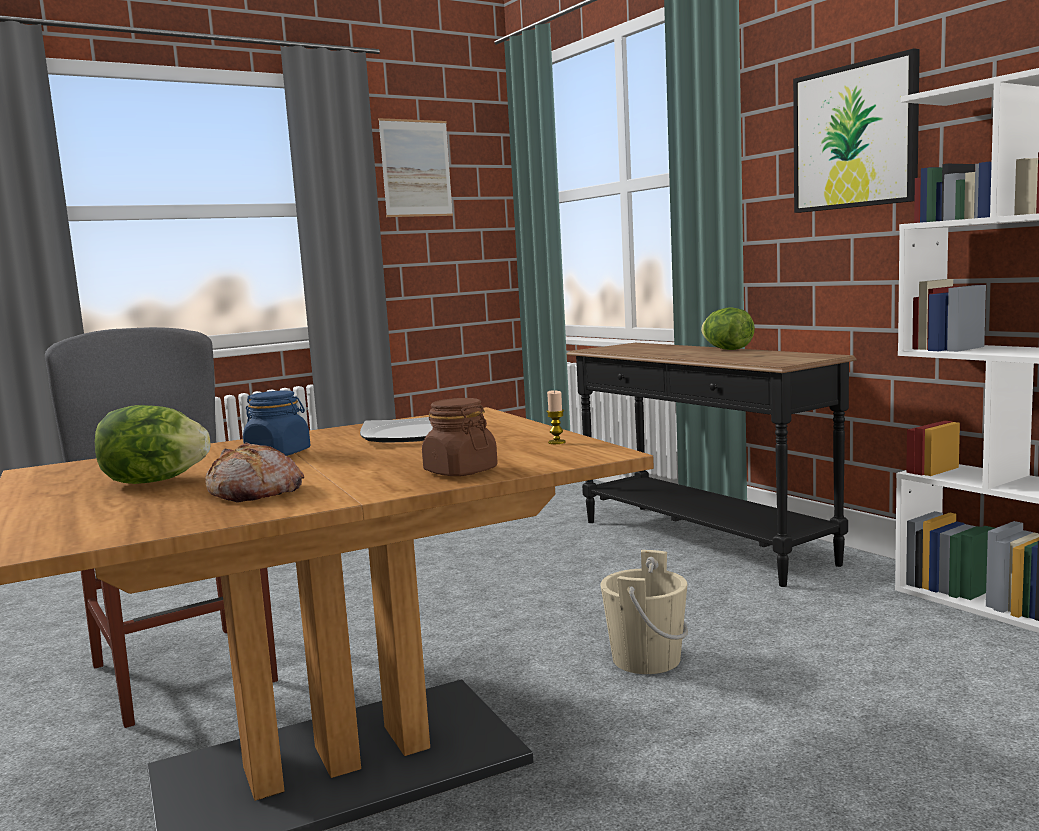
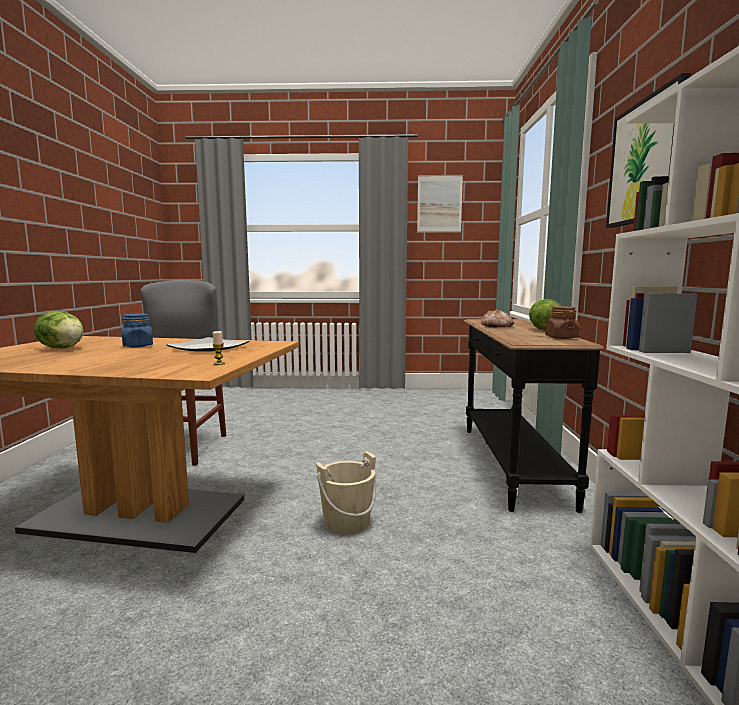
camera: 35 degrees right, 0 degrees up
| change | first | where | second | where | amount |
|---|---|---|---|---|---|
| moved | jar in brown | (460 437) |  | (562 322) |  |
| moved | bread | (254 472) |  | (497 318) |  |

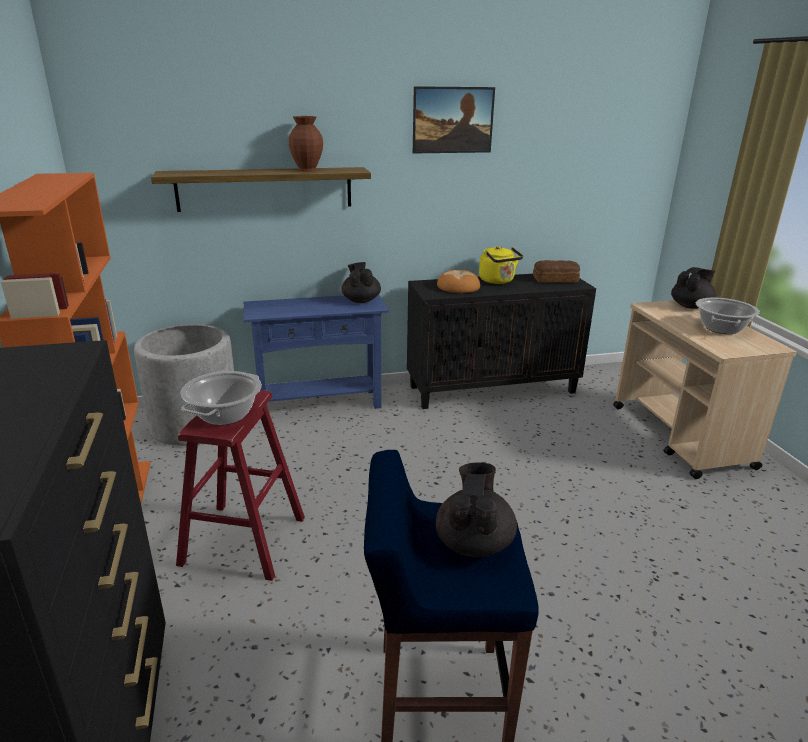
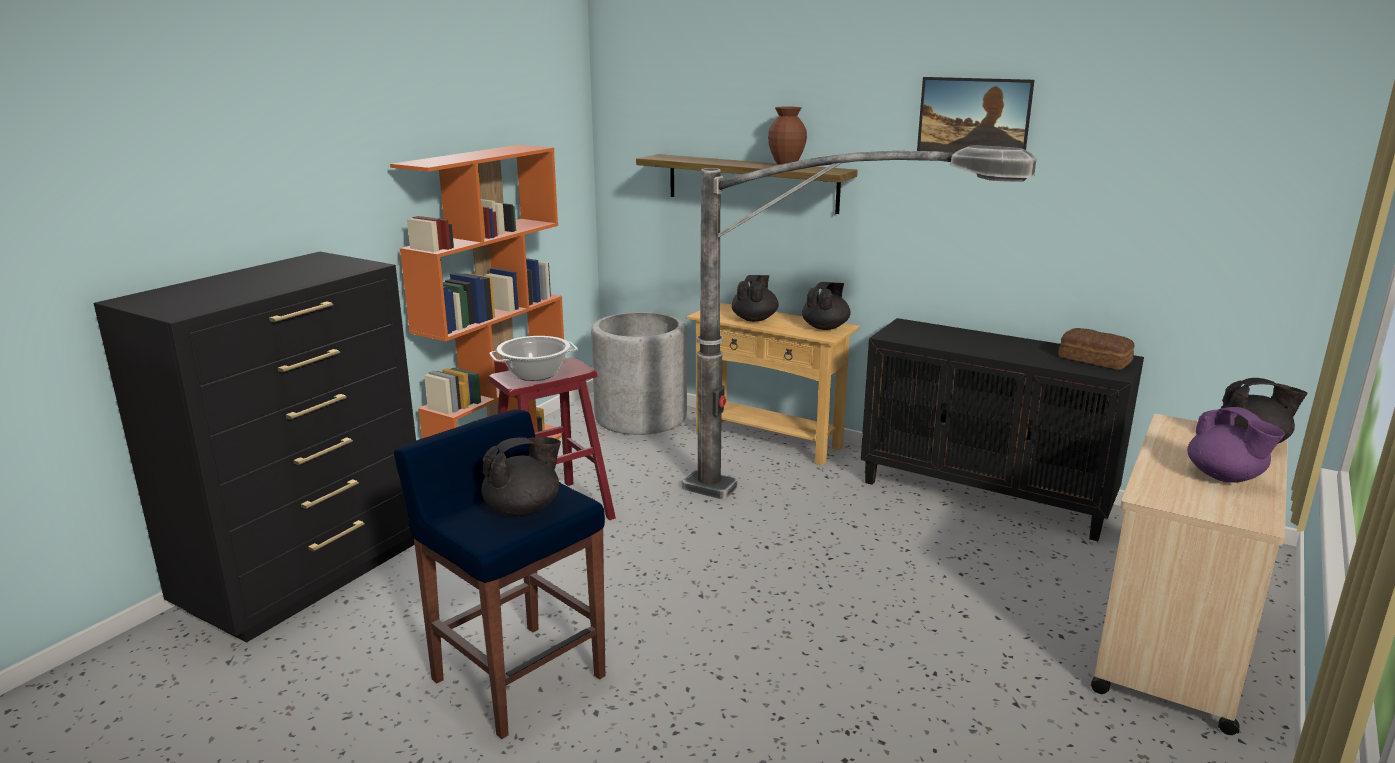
camera: 45 degrees right, 5 degrees down
| change | first | where | second | where | amount |
|---|---|---|---|---|---|
| removed | kettle in yellow | (501 265) |  |  |  |
| removed | bread | (458 281) |  |  |  |
| recoloured | console table in blue | (316 351) | console table in beige | (773 384) |  |
| replaced | cooking pot | (728 316) | teapot in purple | (1236 445) |  |
| added |  |  | floor lamp | (859 322) |  |
| added |  |  | teapot in black | (755 298) |  |

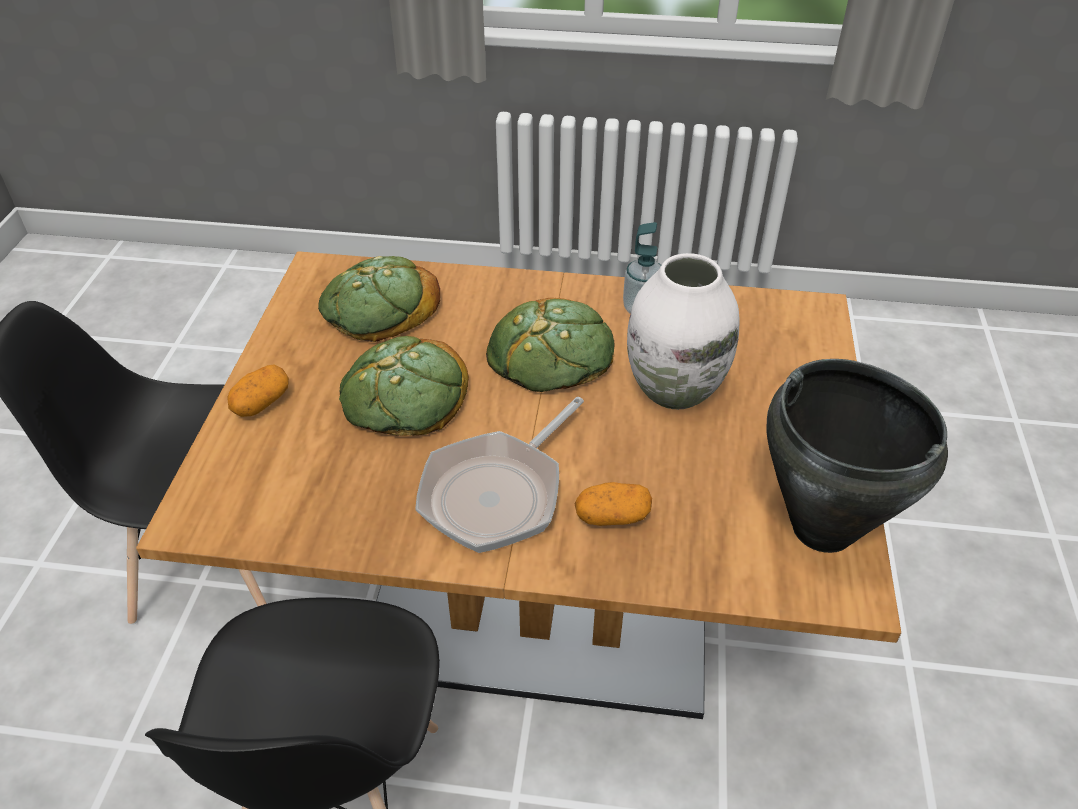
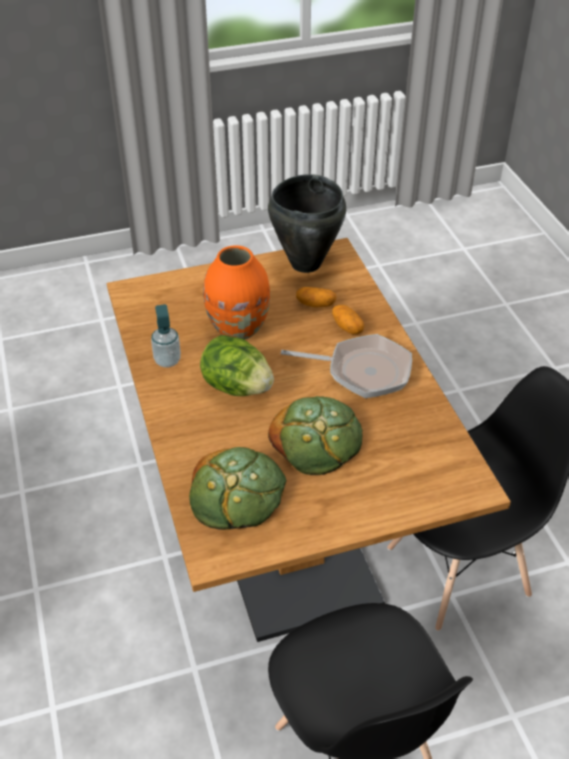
camera: 115 degrees left, 0 degrees up
| change | first | where | second | where | amount |
|---|---|---|---|---|---|
| recoloured | vase in white | (683 331) | vase in orange | (236 292) |  |
| replaced | bread | (550 345) | lettuce | (237 365) |  |
| moved | potato | (258 390) |  | (316 297) |  |

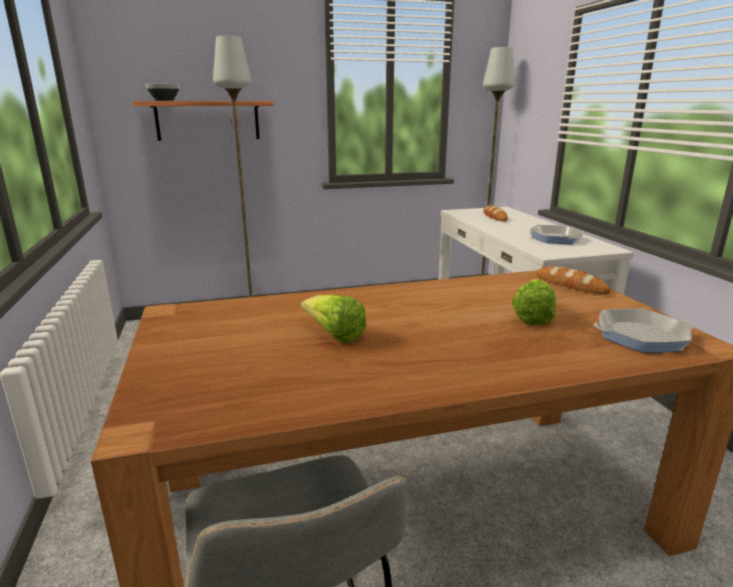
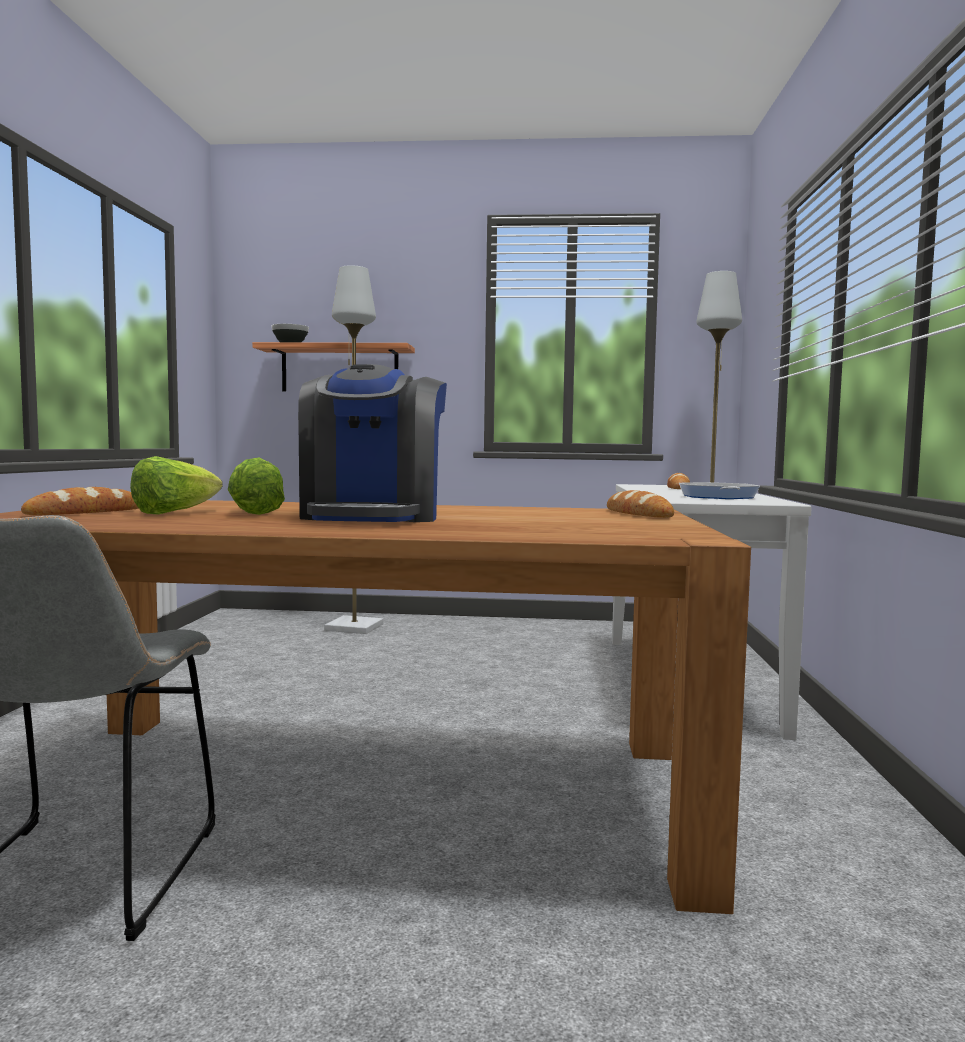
camera: 20 degrees right, 15 degrees down
| change | first | where | second | where | amount |
|---|---|---|---|---|---|
| moved | lettuce | (534 302) |  | (176 485) |  |
| removed | frying pan | (644 330) |  |  |  |
| added |  |  | coffee machine | (372 443) |  |
| added |  |  | bread | (80 501) |  |

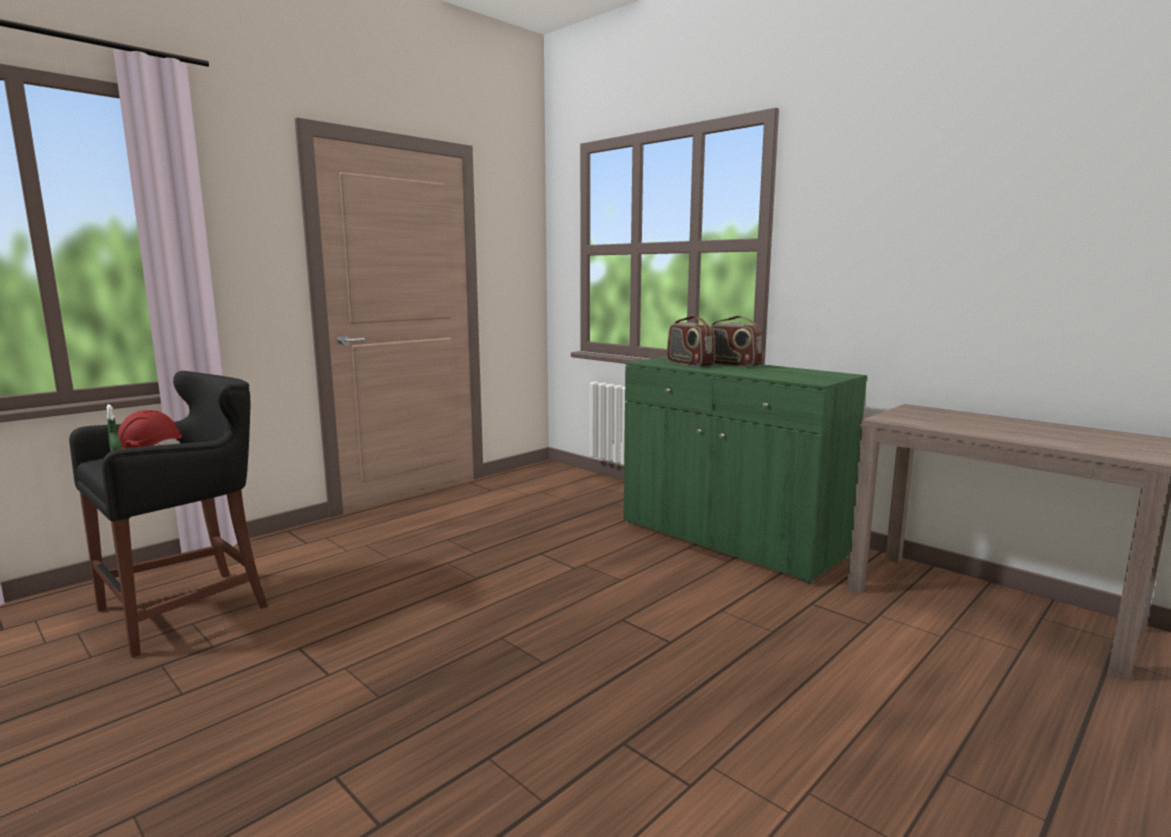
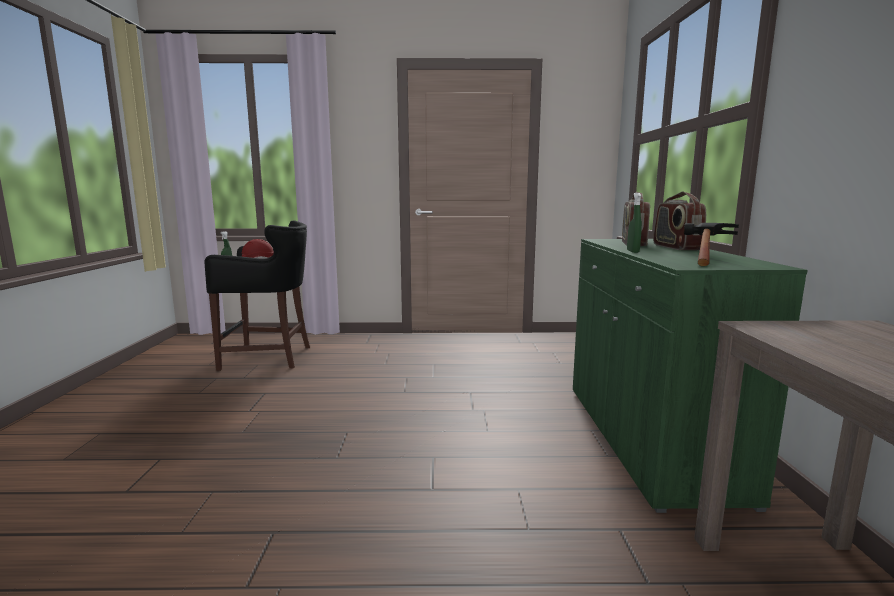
camera: 45 degrees right, 0 degrees up
| change | first | where | second | where | amount |
|---|---|---|---|---|---|
| added |  |  | spray bottle in green | (634 223) |  |
| added |  |  | hammer | (711 244) |  |

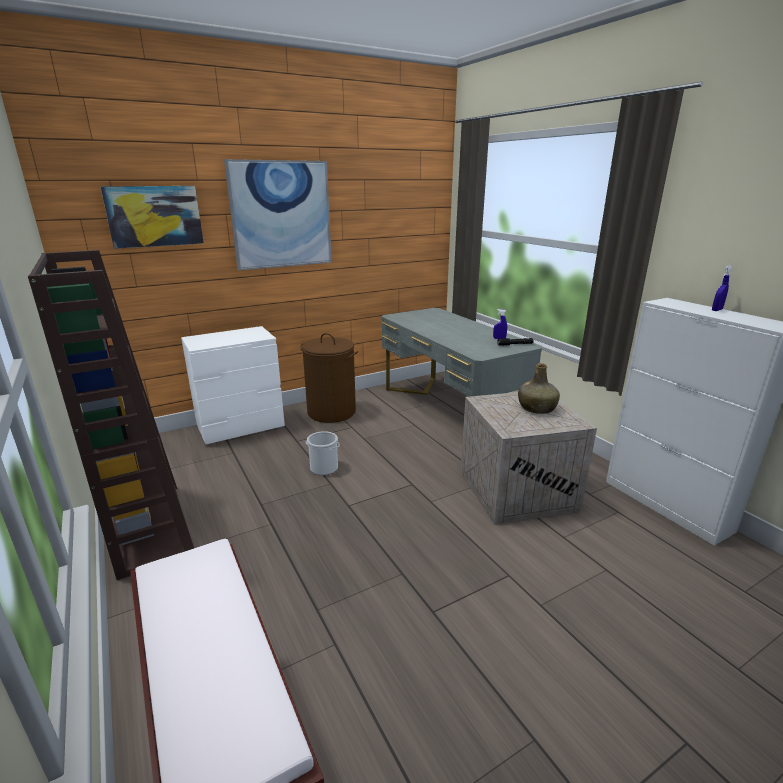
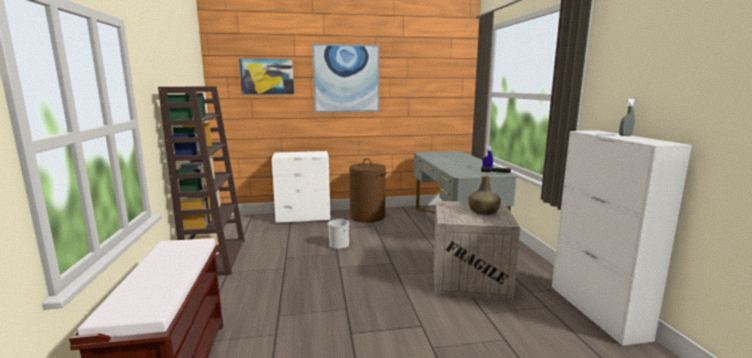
camera: 20 degrees right, 10 degrees down
| change | first | where | second | where | amount |
|---|---|---|---|---|---|
| recoloured | spray bottle in blue | (722 288) | spray bottle in grey | (627 117) |  |

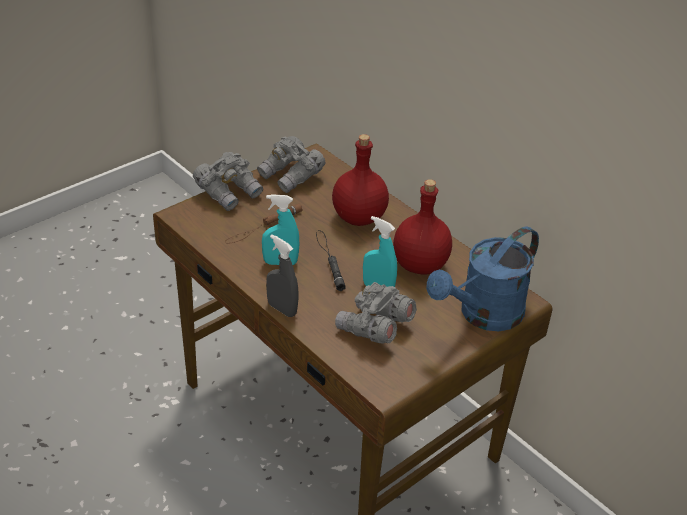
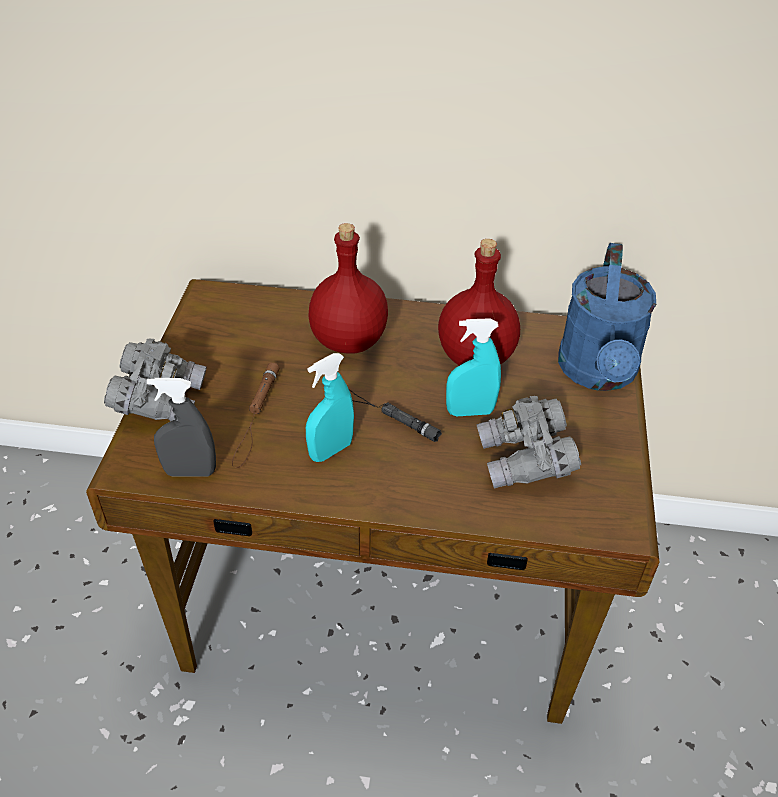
camera: 40 degrees left, 5 degrees up
| change | first | where | second | where | amount |
|---|---|---|---|---|---|
| removed | binoculars in grey | (291 164) |  |  |  |
| moved | spray bottle in grey | (282 276) |  | (181 427) |  |

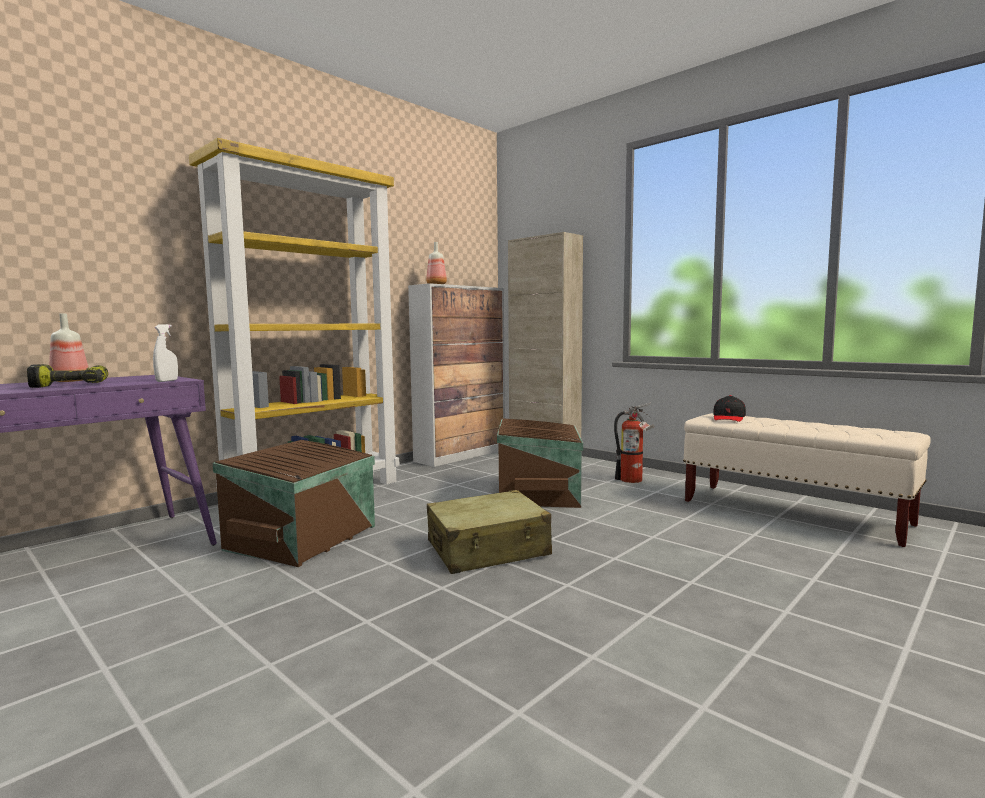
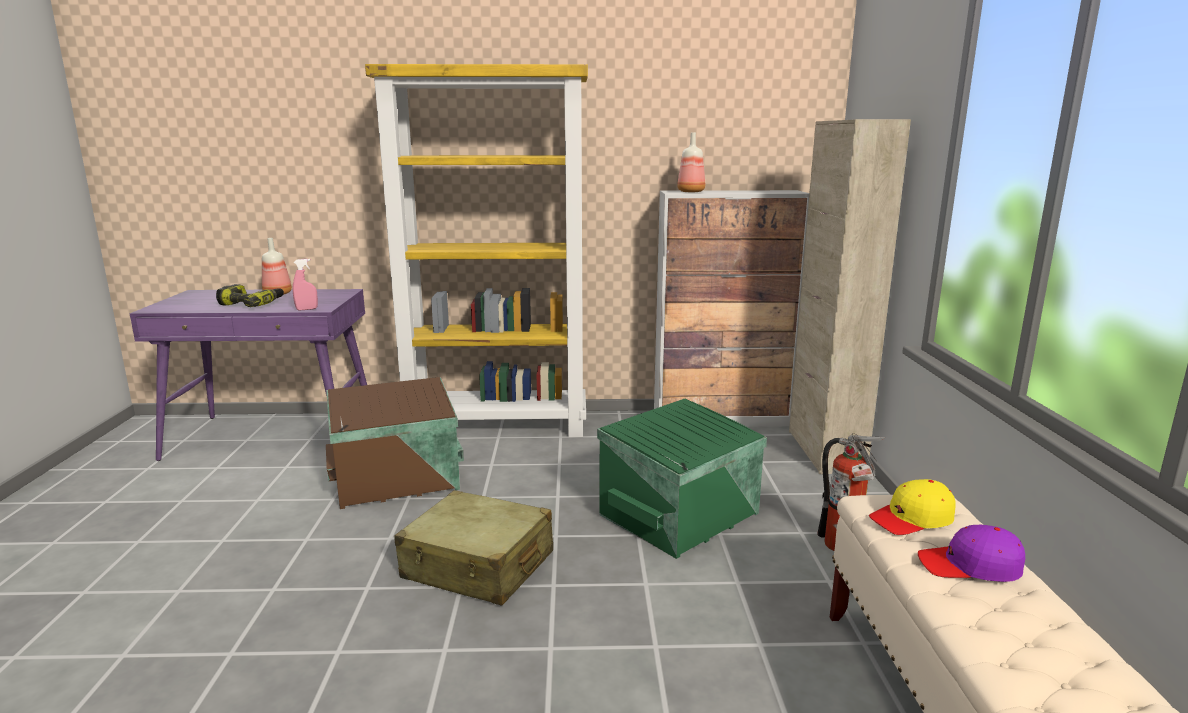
camera: 45 degrees right, 10 degrees up
| change | first | where | second | where | amount |
|---|---|---|---|---|---|
| recoloured | spray bottle in white | (165 353) | spray bottle in pink | (305 285) |  |
| recoloured | cap in black | (729 408) | cap in yellow | (912 507) |  |
| recoloured | storage box in brown | (540 463) | storage box in green | (682 479) |  |
| added |  |  | cap in purple | (971 553) |  |

